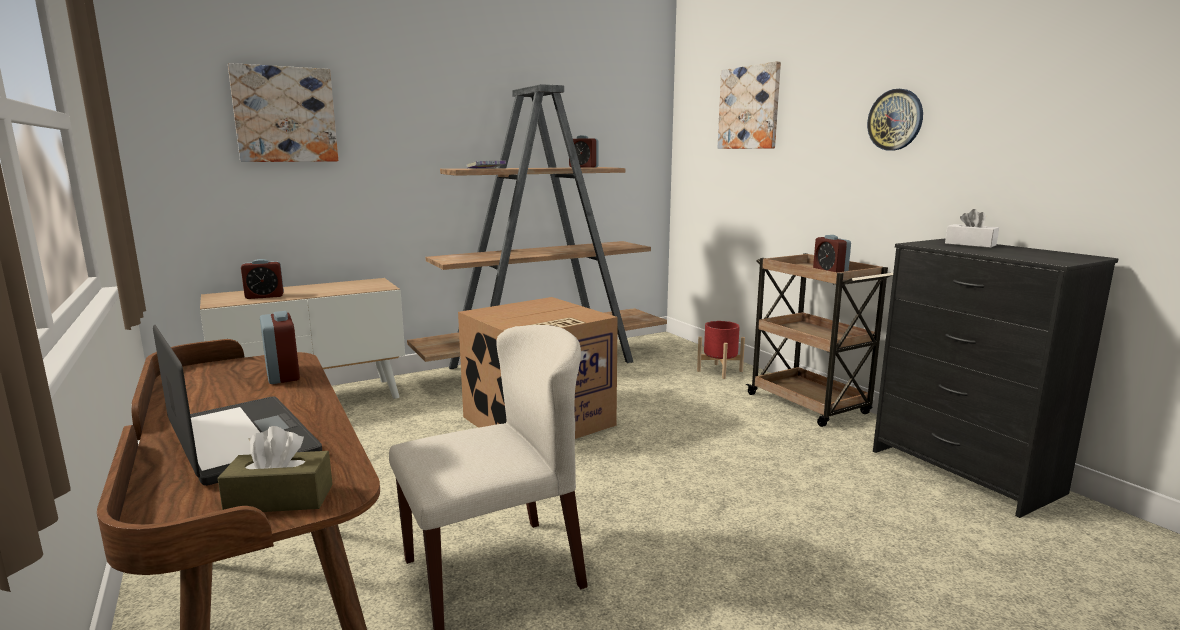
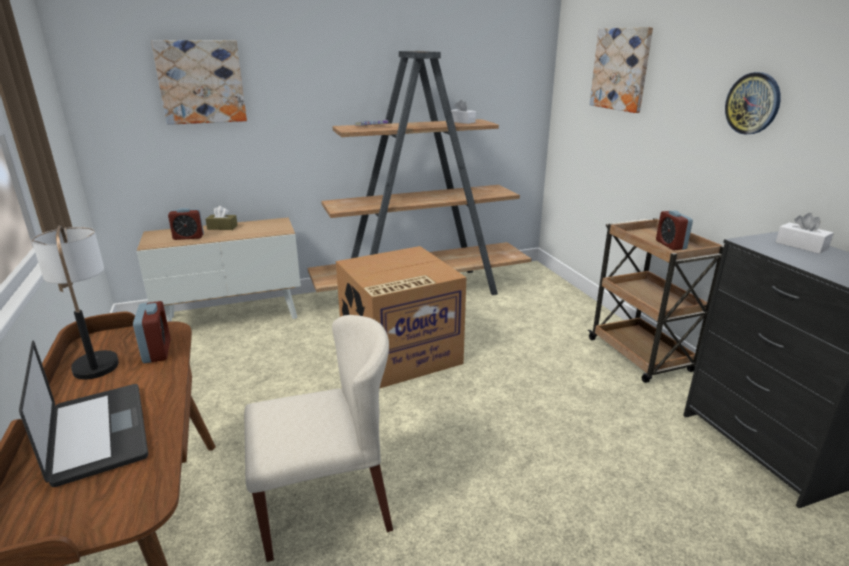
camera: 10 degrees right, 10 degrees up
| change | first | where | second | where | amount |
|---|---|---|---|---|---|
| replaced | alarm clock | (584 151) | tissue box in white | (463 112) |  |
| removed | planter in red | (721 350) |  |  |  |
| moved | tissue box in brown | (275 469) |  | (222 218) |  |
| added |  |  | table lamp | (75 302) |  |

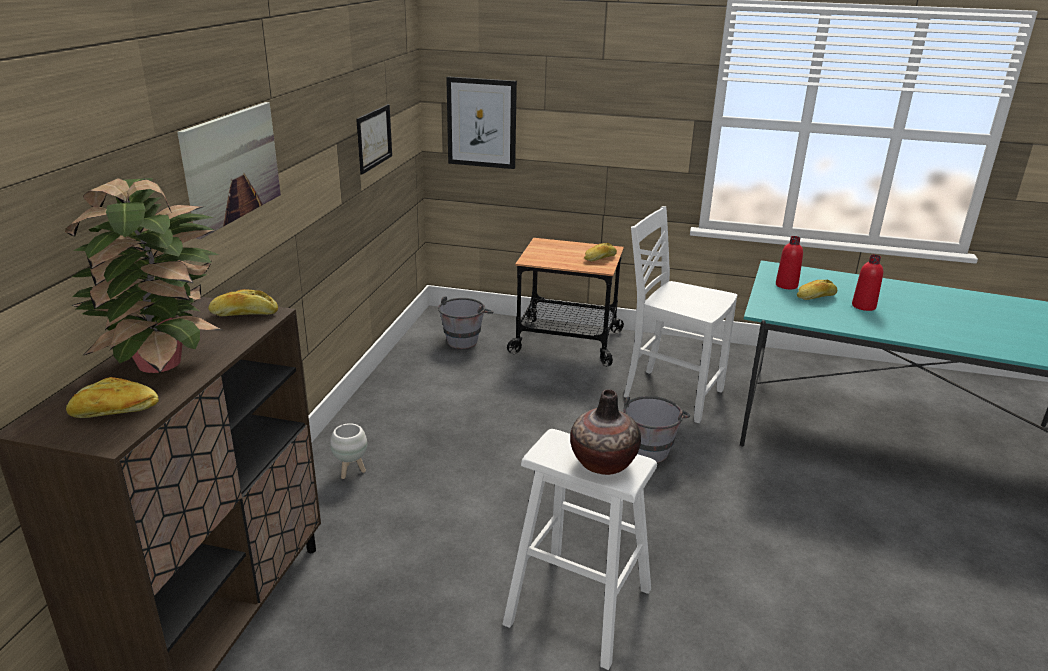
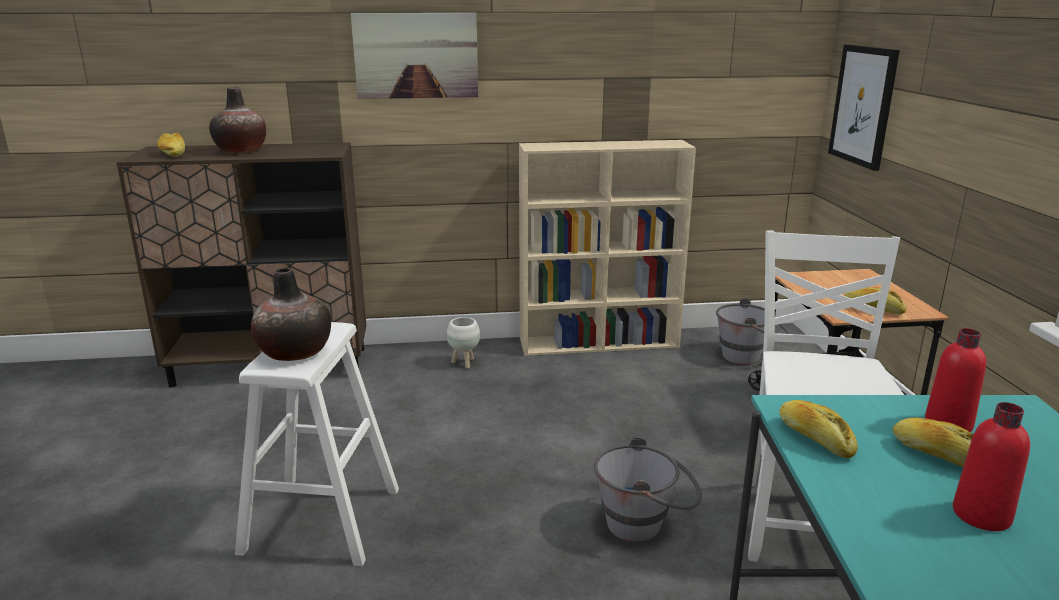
camera: 70 degrees right, 5 degrees down
| change | first | where | second | where | amount |
|---|---|---|---|---|---|
| removed | picture | (374 139) |  |  |  |
| replaced | potted plant | (143 275) | vase | (237 120) |  |
| moved | bread | (243 302) |  | (818 429) |  |
| added |  |  | bookcase in beige | (607 248) |  |

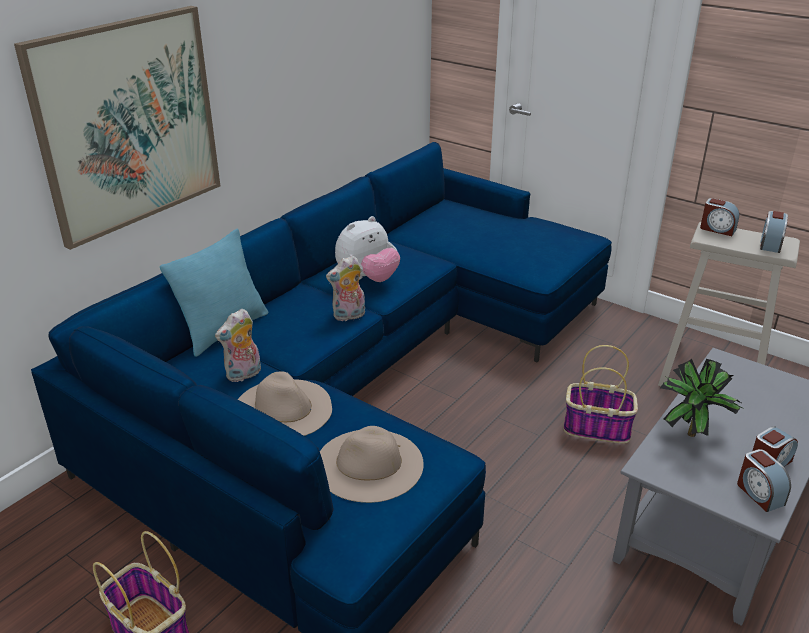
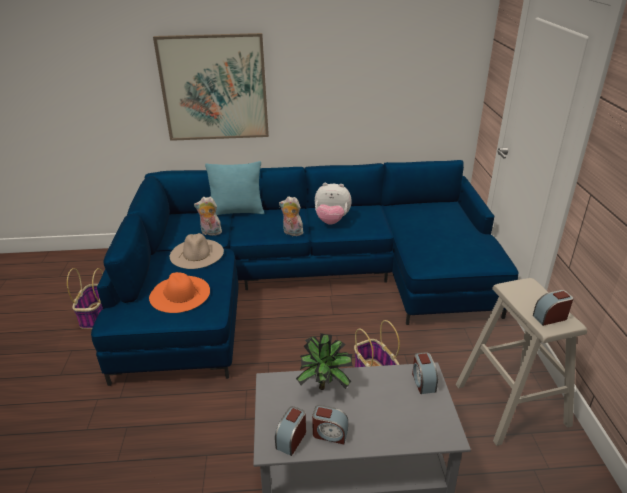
camera: 50 degrees right, 0 degrees up
| change | first | where | second | where | amount |
|---|---|---|---|---|---|
| moved | alarm clock | (720 217) |  | (425 373) |  |
| recoloured | hat in beige | (372 464) | hat in orange | (179 292) |  |

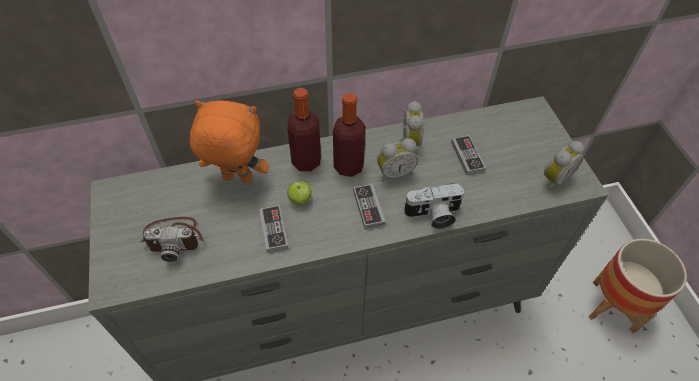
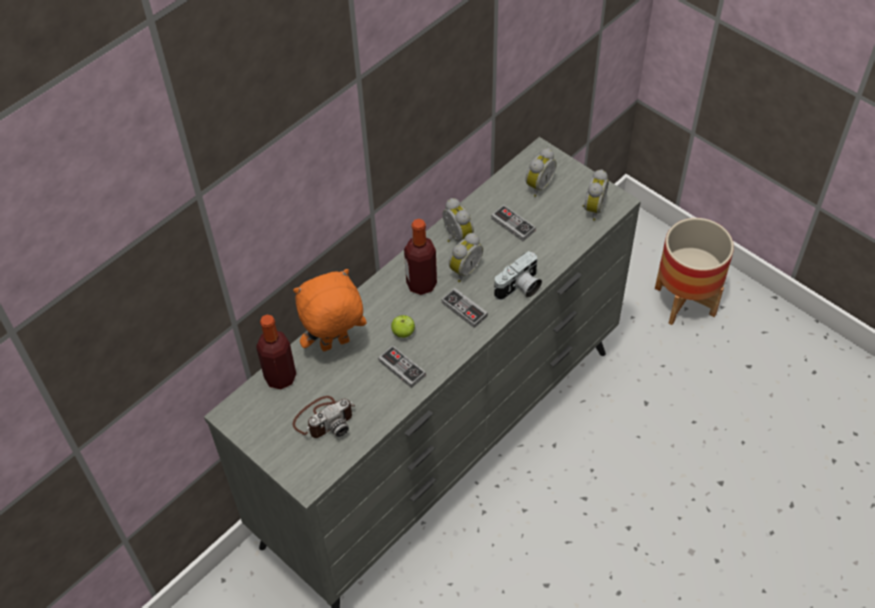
camera: 30 degrees left, 0 degrees up
| change | first | where | second | where | amount |
|---|---|---|---|---|---|
| moved | bottle | (304 129) |  | (276 352) |  |
| added |  |  | alarm clock | (541 172) |  |

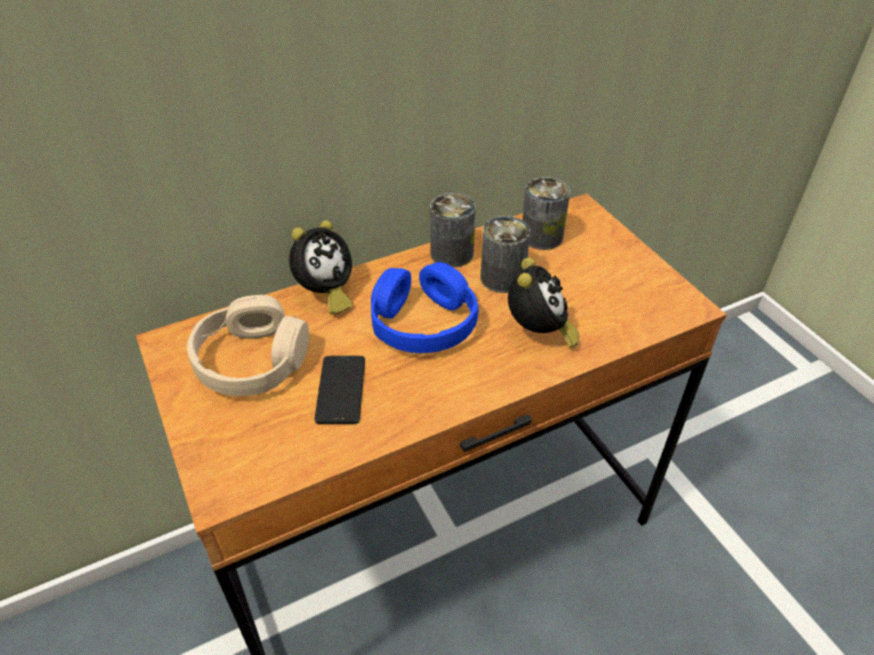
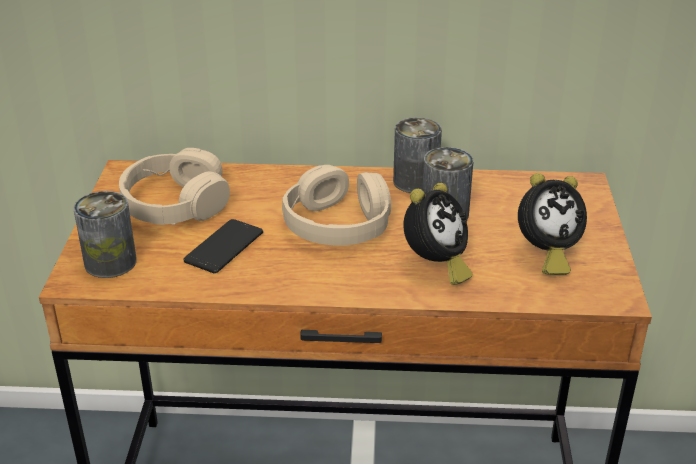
camera: 30 degrees right, 10 degrees down
| change | first | where | second | where | amount |
|---|---|---|---|---|---|
| moved | can | (546 213) |  | (105 234) |  |
| moved | alarm clock | (321 267) |  | (552 224) |  |
| recoloured | headphones in blue | (425 307) | headphones in beige | (336 205) |  |

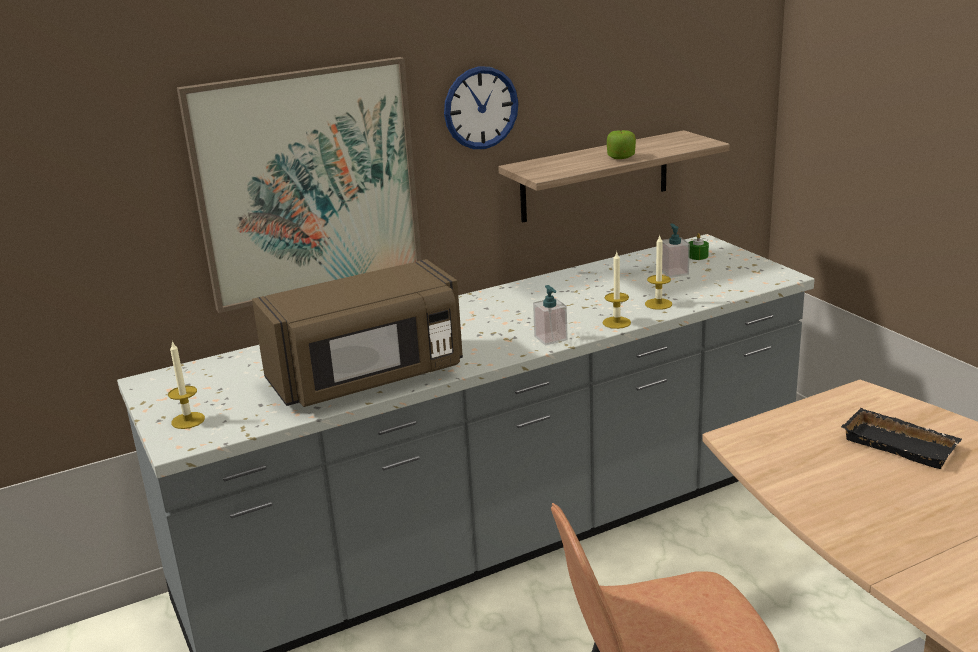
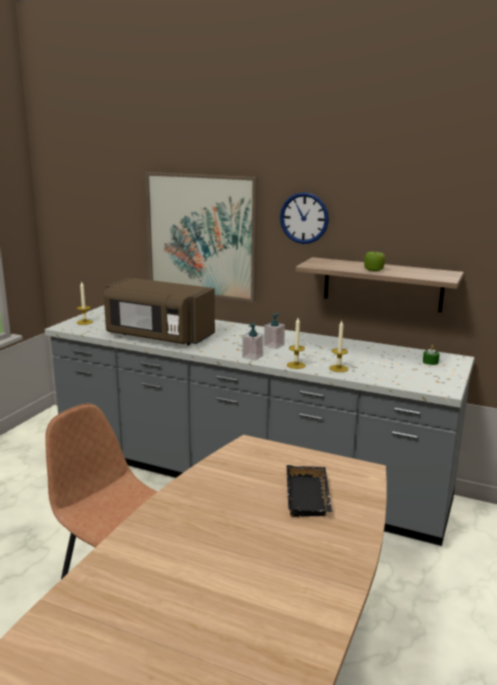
camera: 50 degrees right, 5 degrees down
| change | first | where | second | where | amount |
|---|---|---|---|---|---|
| moved | soap dispenser | (676 250) |  | (274 331) |  |

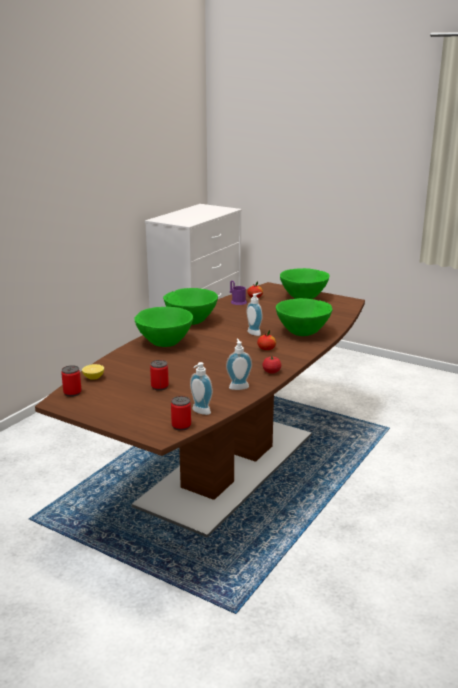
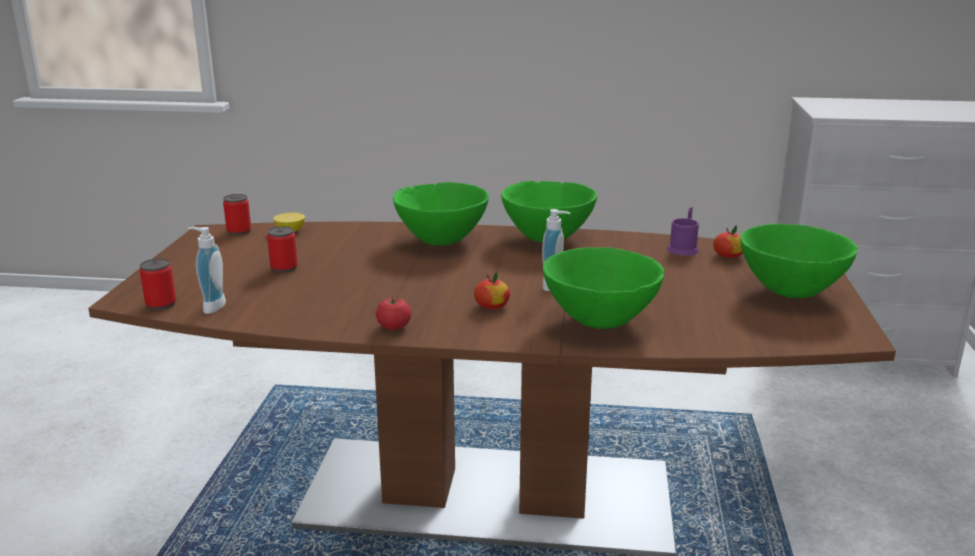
camera: 65 degrees right, 0 degrees up
| change | first | where | second | where | amount |
|---|---|---|---|---|---|
| removed | soap dispenser | (239 364) |  |  |  |

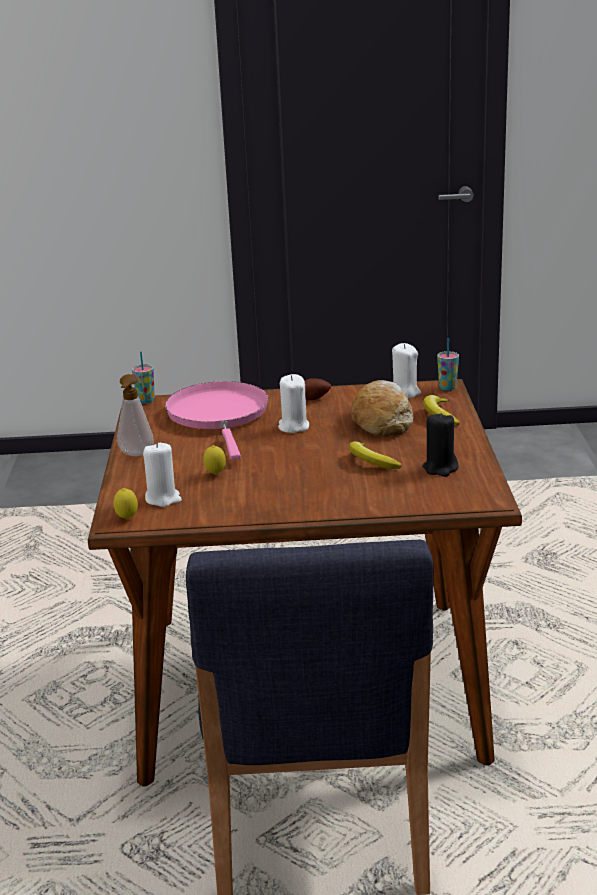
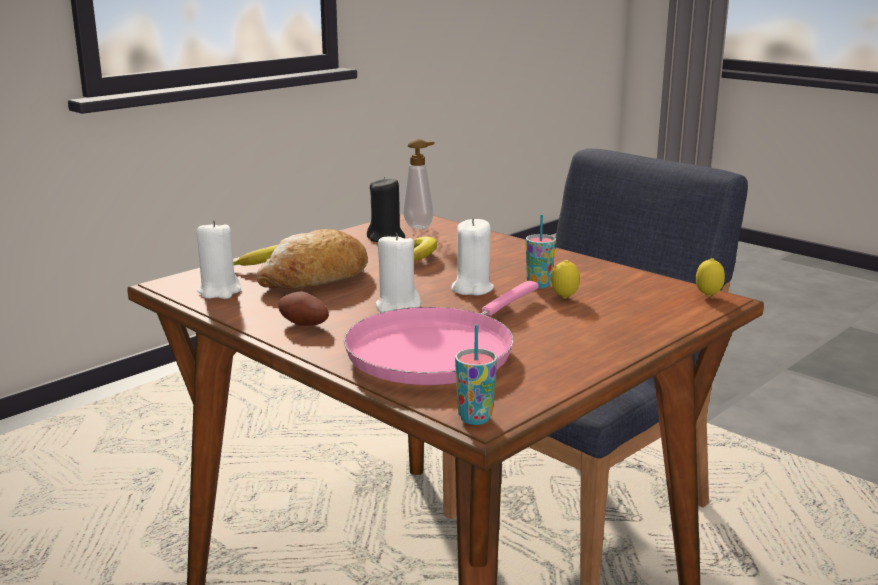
camera: 135 degrees left, 5 degrees down
| change | first | where | second | where | amount |
|---|---|---|---|---|---|
| moved | cup | (448 364) |  | (541 251) |  |
| moved | soap dispenser | (135 415) |  | (418 184) |  |
| moved | candle in white | (162 474) |  | (472 257) |  |

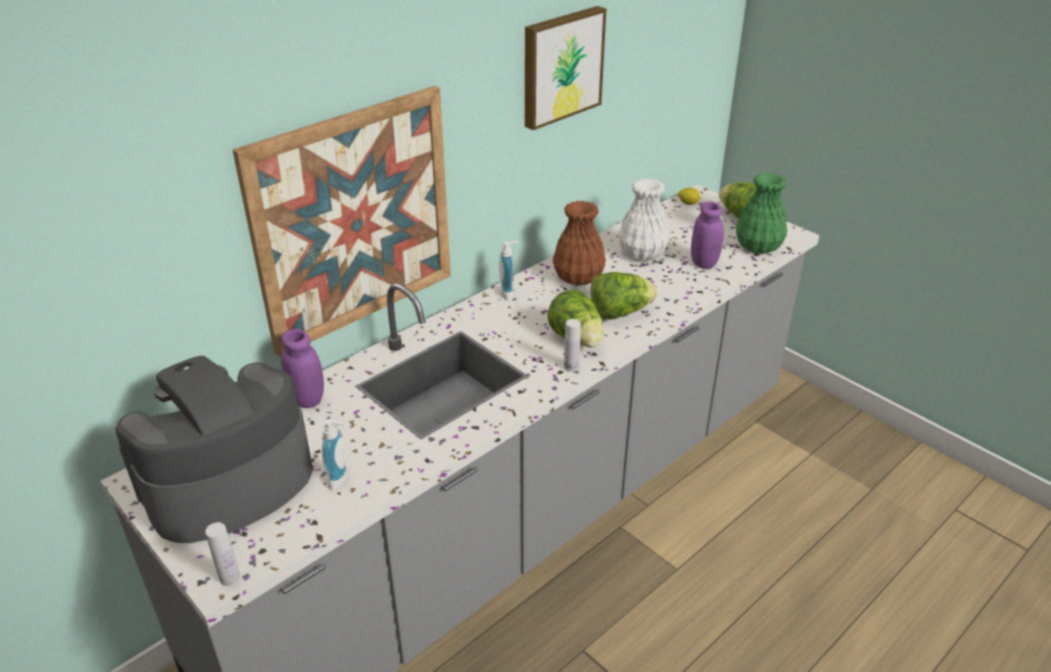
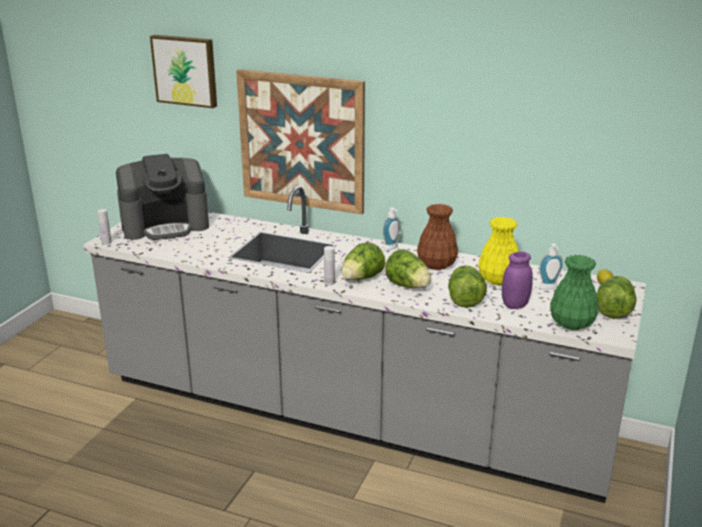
camera: 65 degrees right, 10 degrees down
| change | first | where | second | where | amount |
|---|---|---|---|---|---|
| moved | picture | (565 68) |  | (183 71) |  |
| recoloured | vase in white | (644 220) | vase in yellow | (498 251) |  |
| removed | jar in purple | (302 368) |  |  |  |
| turned | coffee machine | (213 449) |  | (162 197) | 135 degrees clockwise |
| moved | soap dispenser | (334 455) |  | (551 266) |  |
| added |  |  | lettuce | (467 286) |  |

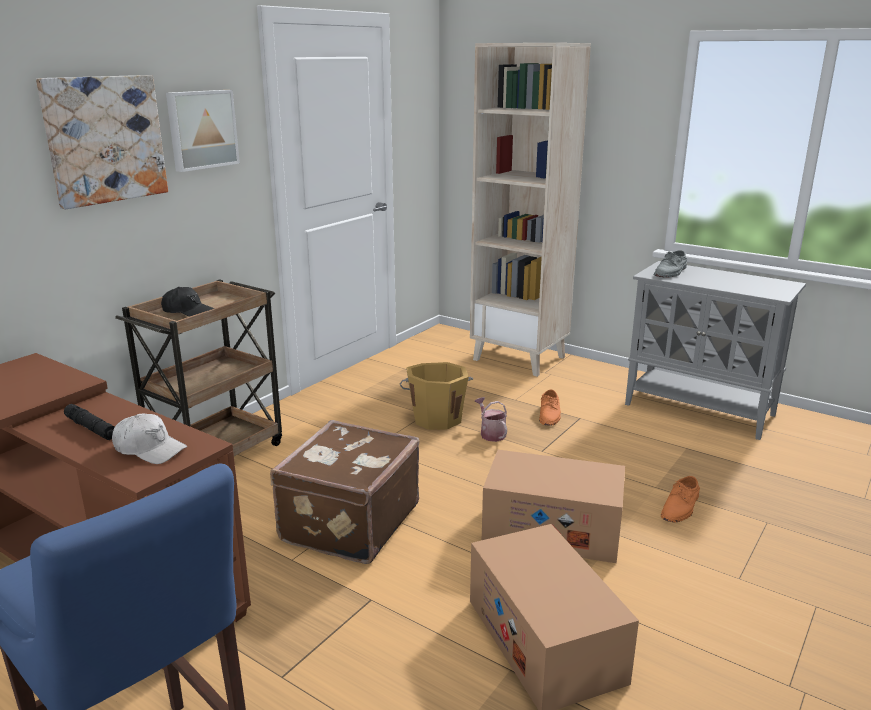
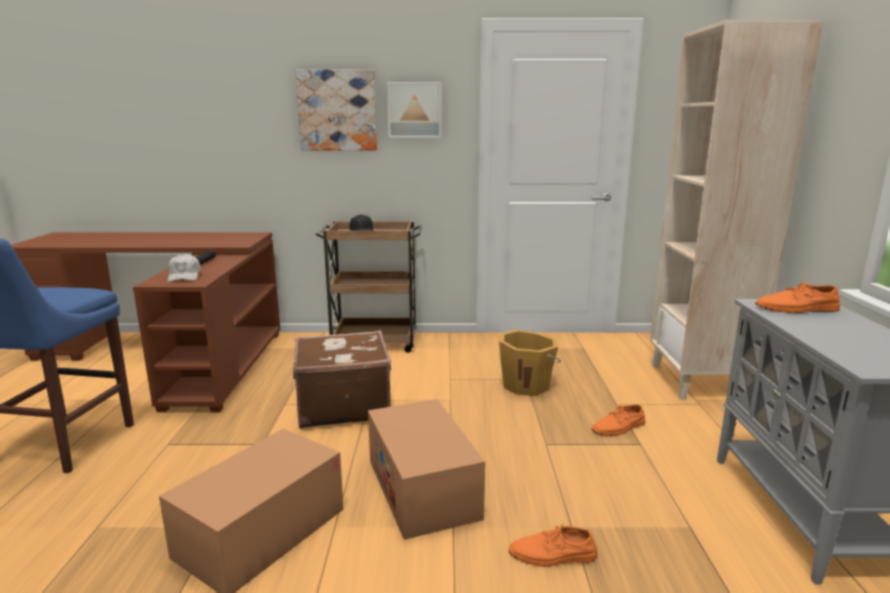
camera: 55 degrees right, 5 degrees down
| change | first | where | second | where | amount |
|---|---|---|---|---|---|
| recoloured | shoe in grey | (670 264) | shoe in orange | (797 297) |  |
| removed | watering can | (491 419) |  |  |  |

